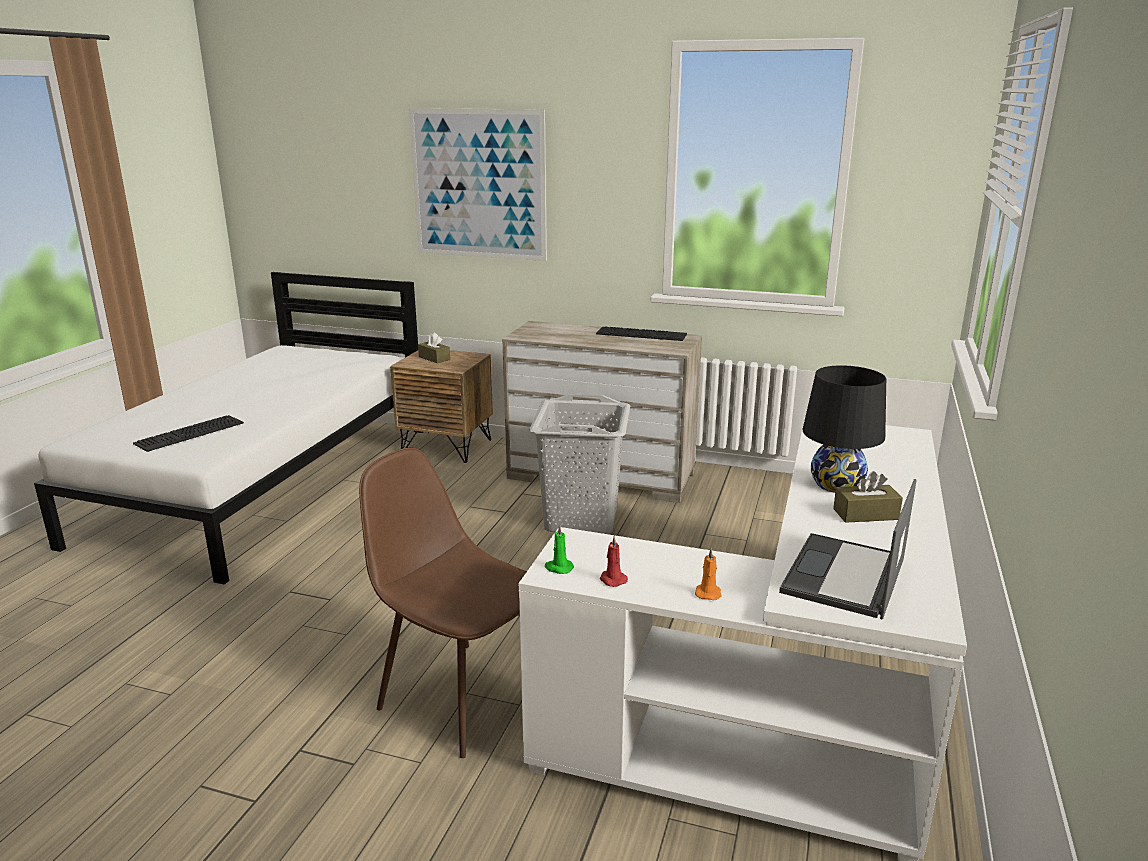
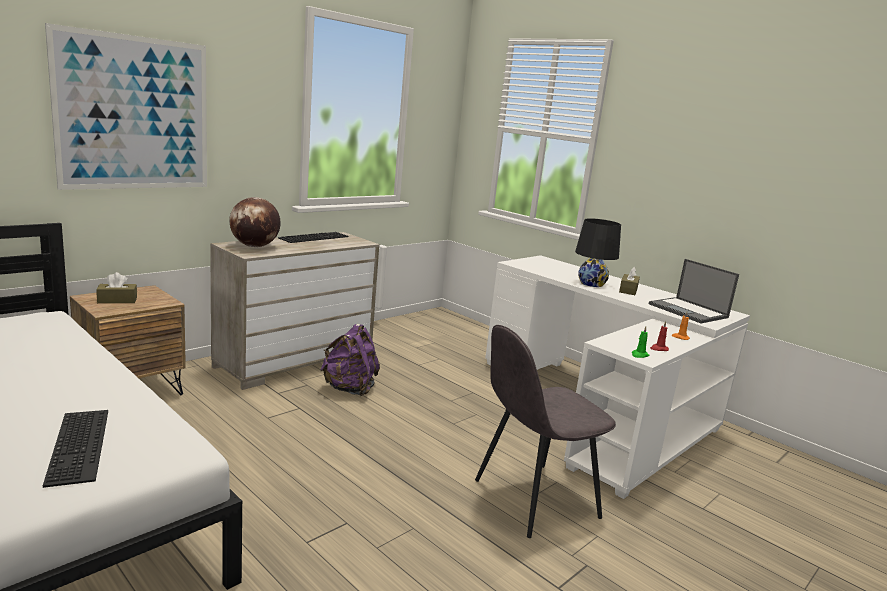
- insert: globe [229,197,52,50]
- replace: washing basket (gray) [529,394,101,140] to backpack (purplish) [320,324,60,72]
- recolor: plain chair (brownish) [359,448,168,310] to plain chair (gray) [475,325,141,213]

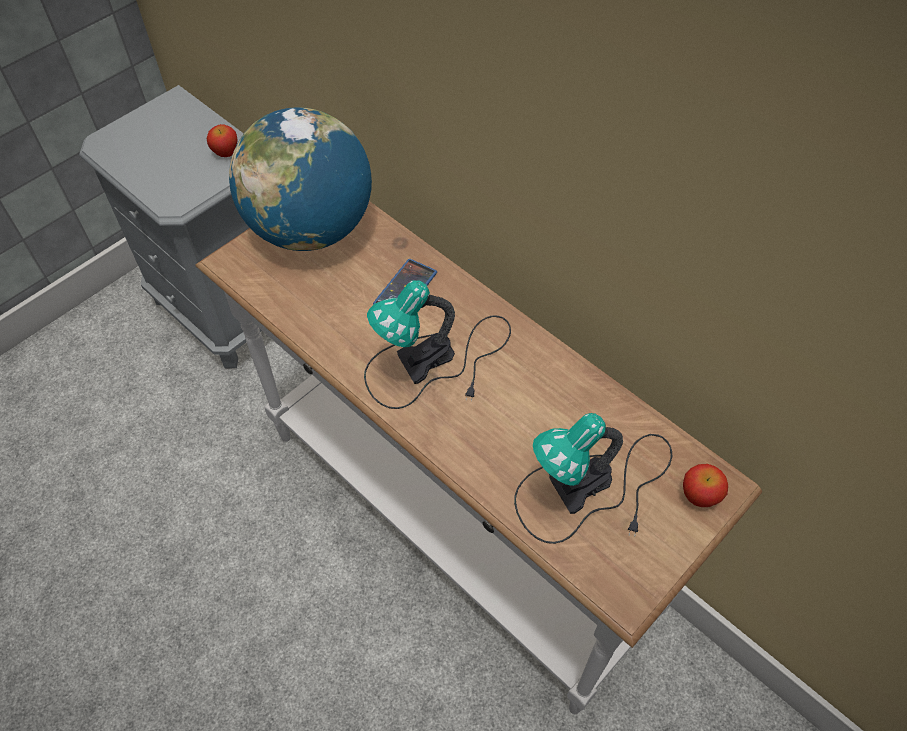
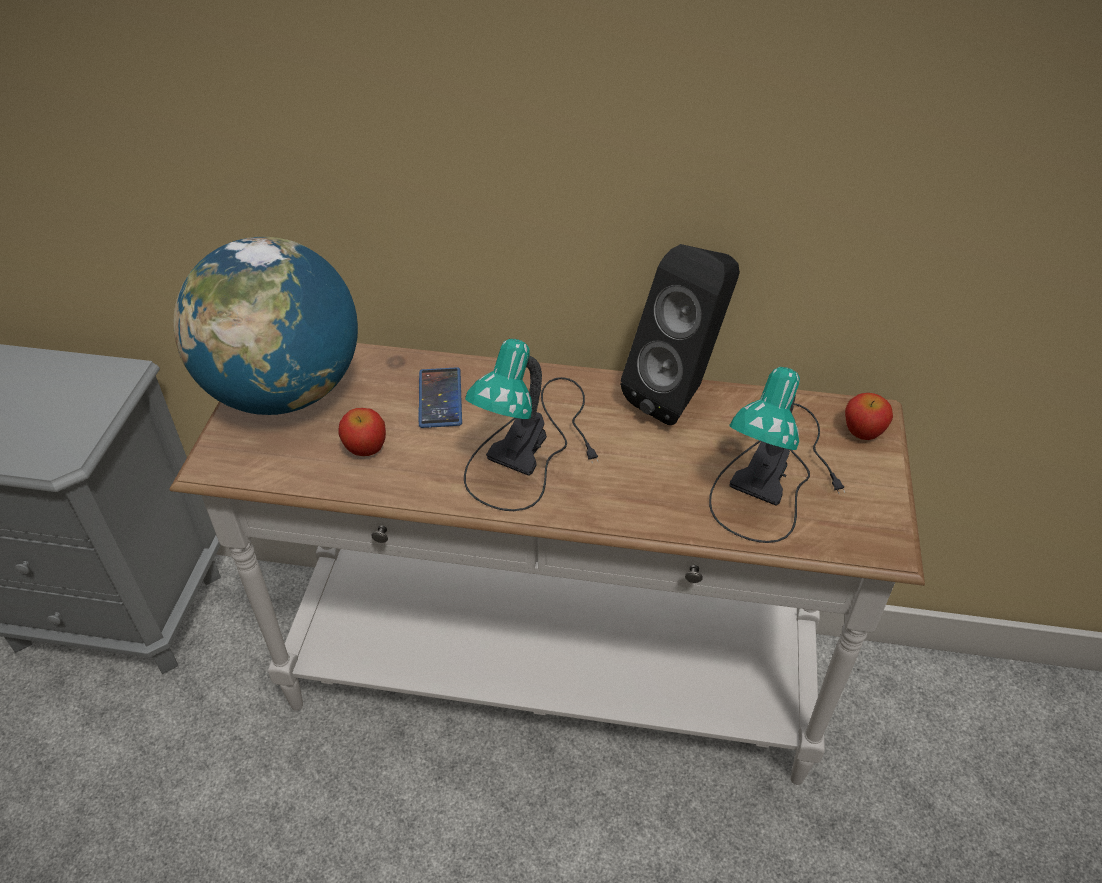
- insert: loudspeaker (blackish) [620,244,120,181]
- move: apple fruit [207,124,31,33] to [338,408,48,48]

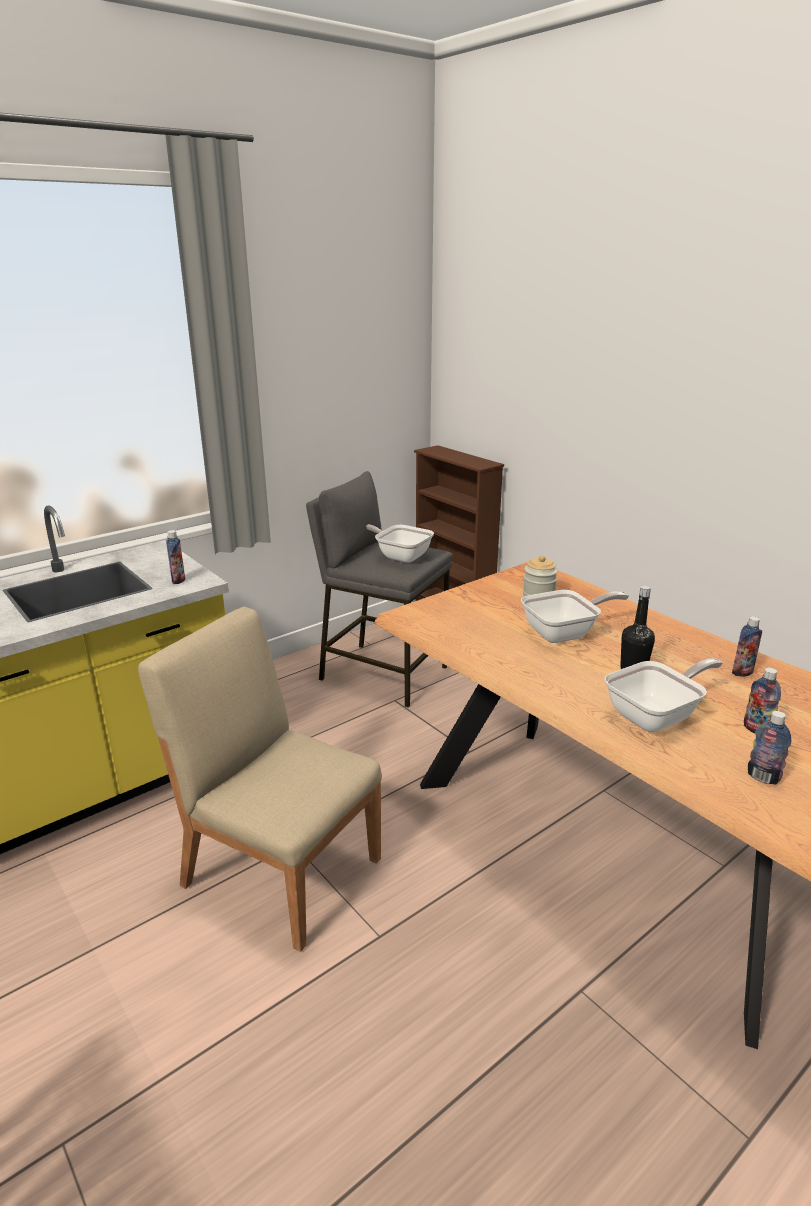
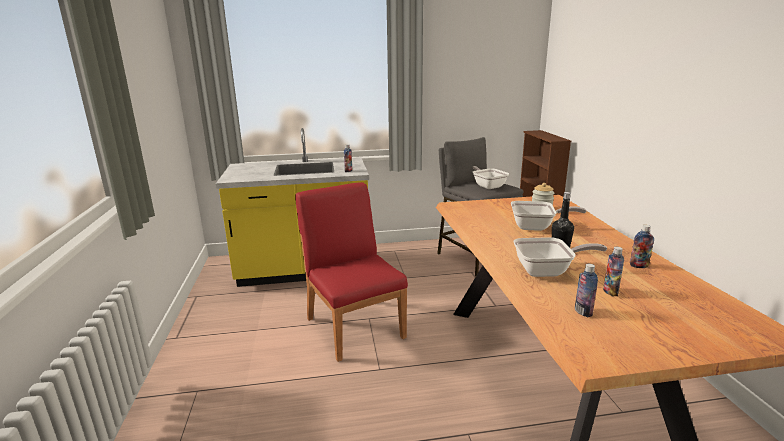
- recolor: plain chair (beige) [138,607,244,345] to plain chair (reddish) [295,182,113,180]

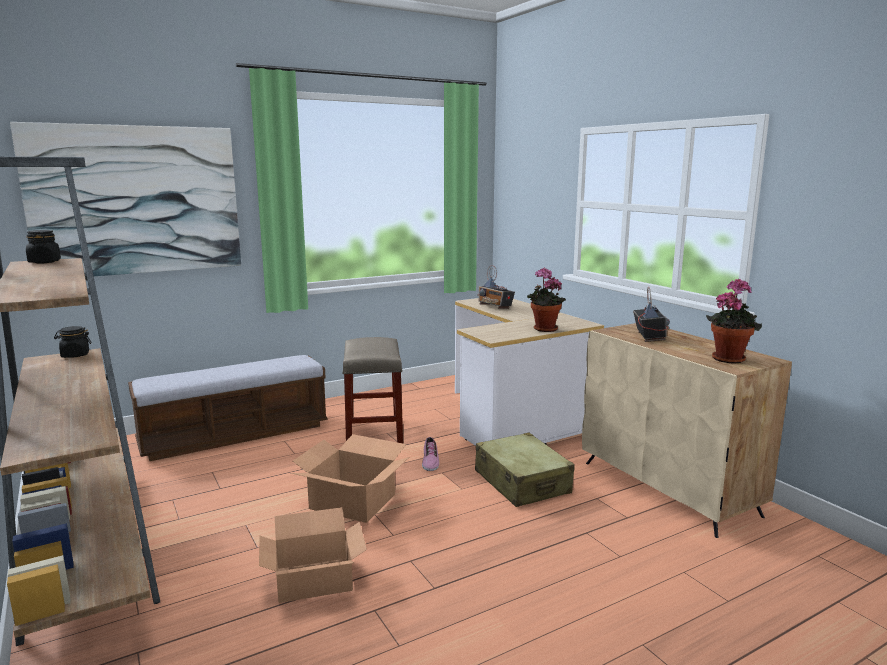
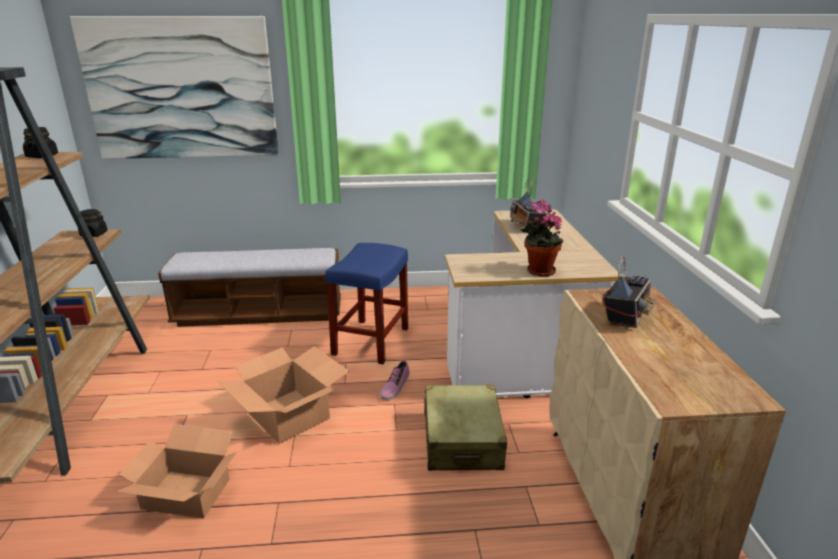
- delete: plant in a pot [706,278,56,86]
- recolor: sitting stool (beige) [342,337,61,106] to sitting stool (bluish) [325,243,83,121]

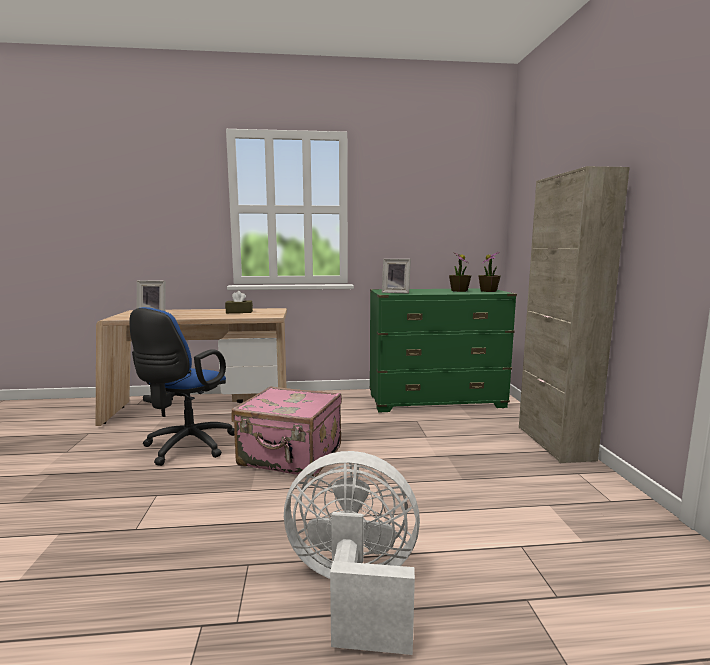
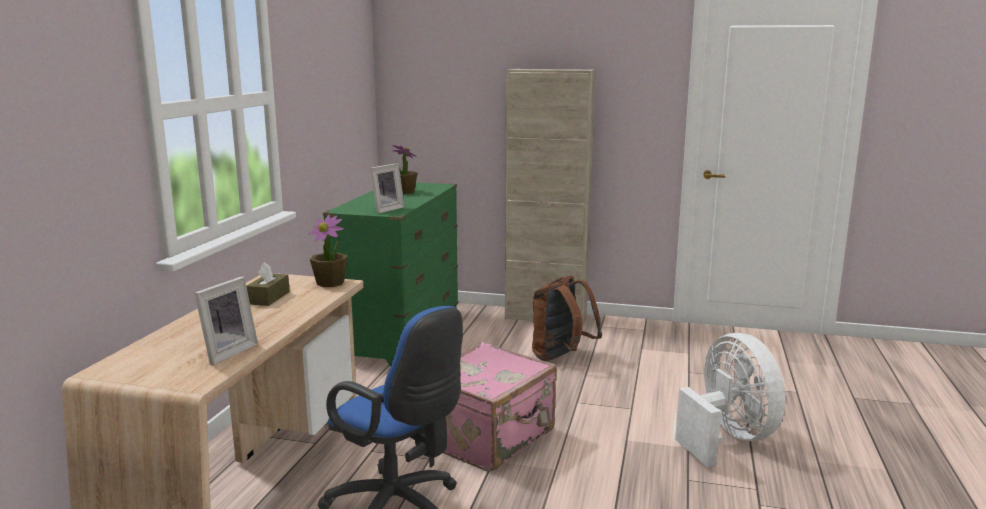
- insert: backpack (brownish) [532,276,70,85]
- move: plant in a pot [478,252,23,40] to [309,215,39,72]
- rotate: cooling fan (whitish) [284,451,136,204] = [675,333,110,134] 135 degrees clockwise

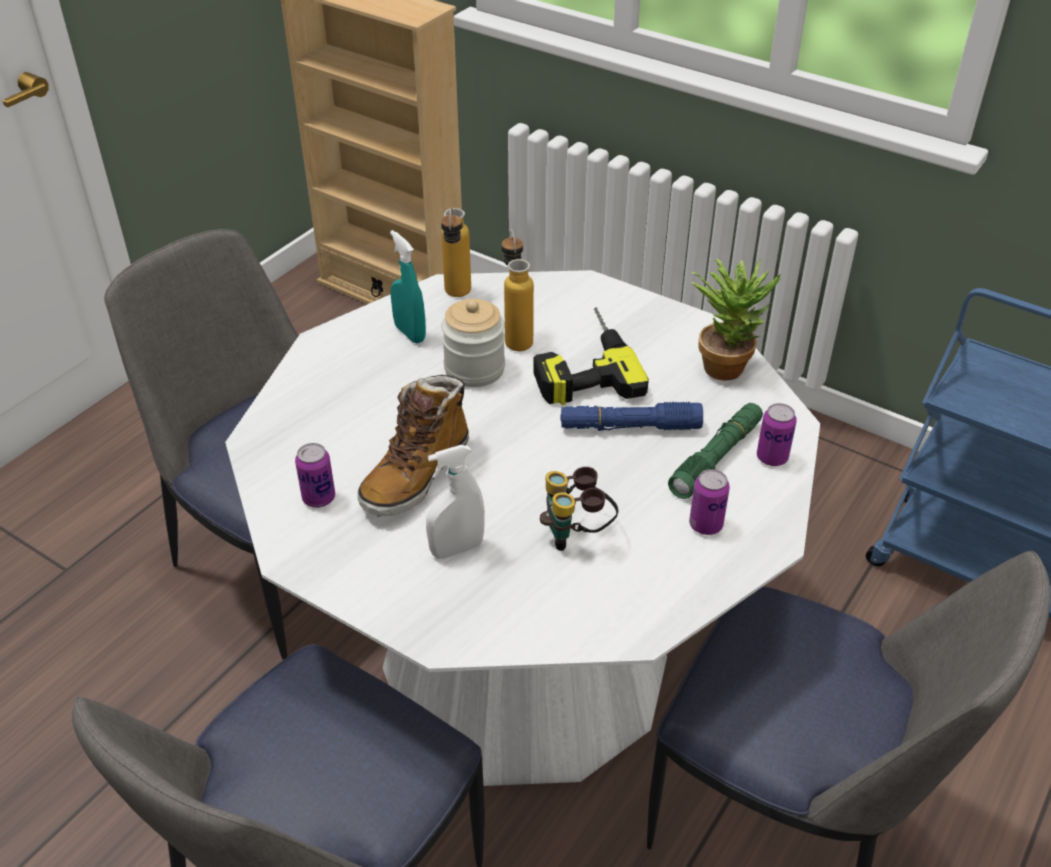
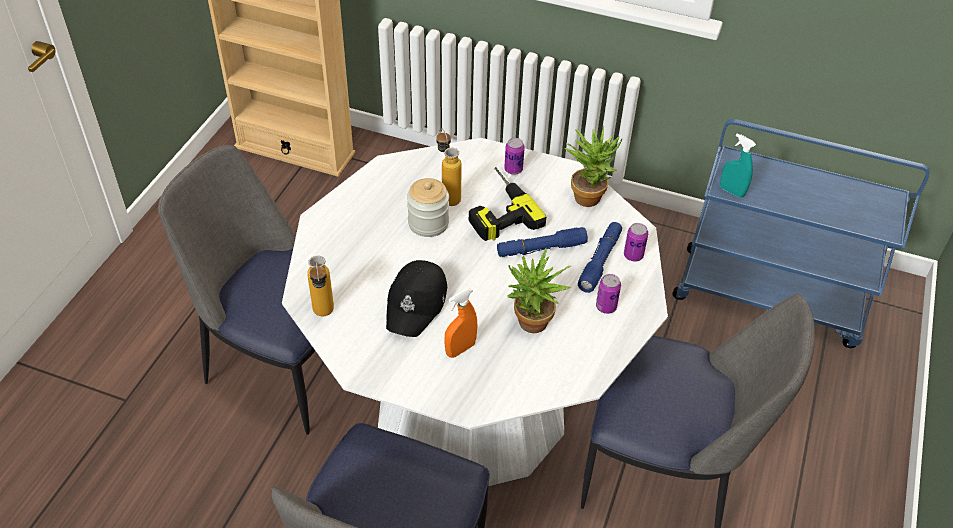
- move: sealed can [295,443,40,65] to [504,138,21,37]
- move: hand sprayer (turquoise-coloured) [390,230,36,113] to [720,134,36,63]
- move: bottle [441,207,30,90] to [307,256,27,60]
- replace: high-top boot [357,375,112,142] to baseball cap (blackish) [386,260,61,77]
- replace: field glasses [540,467,79,84] to plant in a pot [507,248,64,85]
- recolor: hand sprayer (whitish) [426,445,59,114] to hand sprayer (orange-coloured) [444,288,34,70]
- recolor: flashlight (greenish) [668,403,95,96] to flashlight (bluish) [578,222,44,71]

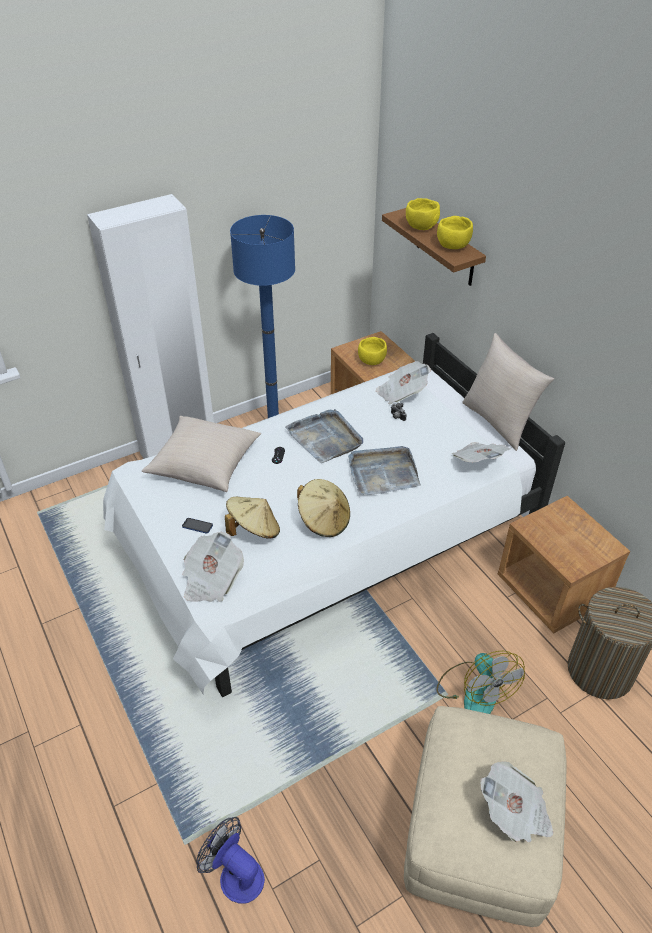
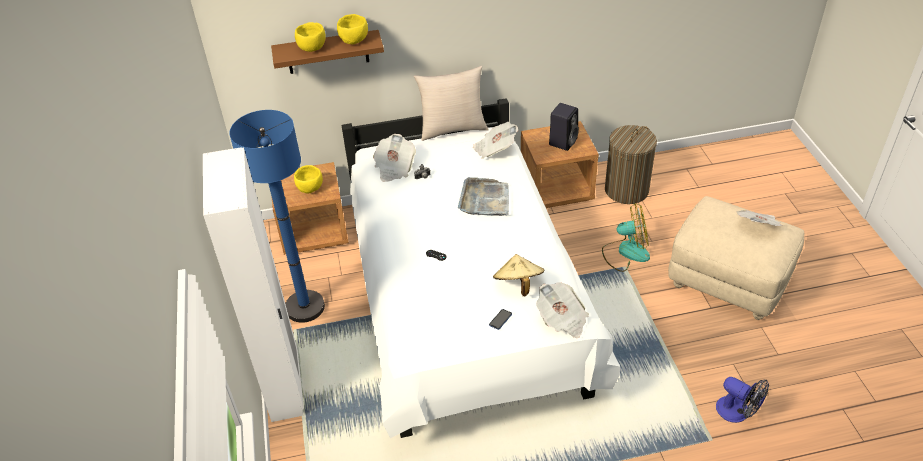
- delete: pillow (beige) [142,416,119,76]
- delete: tray (gray) [285,409,78,54]
- delete: hat (beige) [297,479,53,58]
- insert: loudspeaker (blackish) [549,103,30,48]
- rotate: cooling fan [196,817,69,87] = [716,377,53,46] 105 degrees counterclockwise

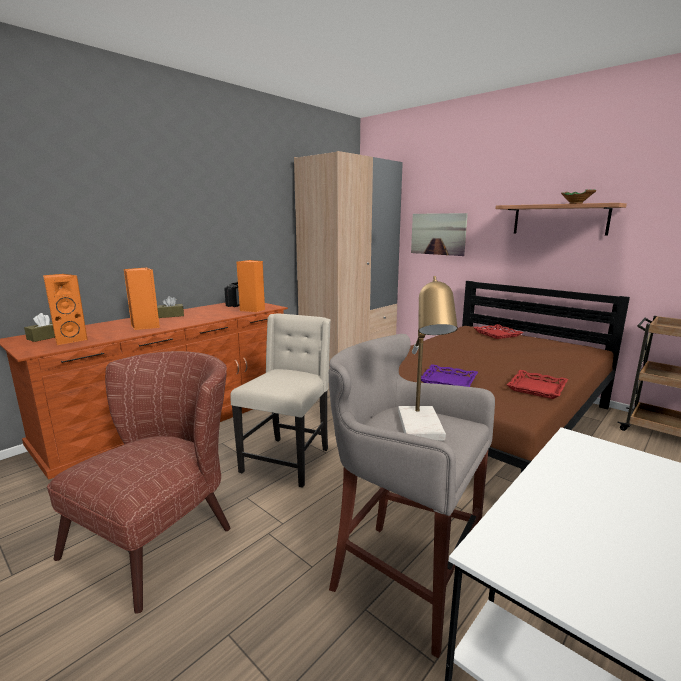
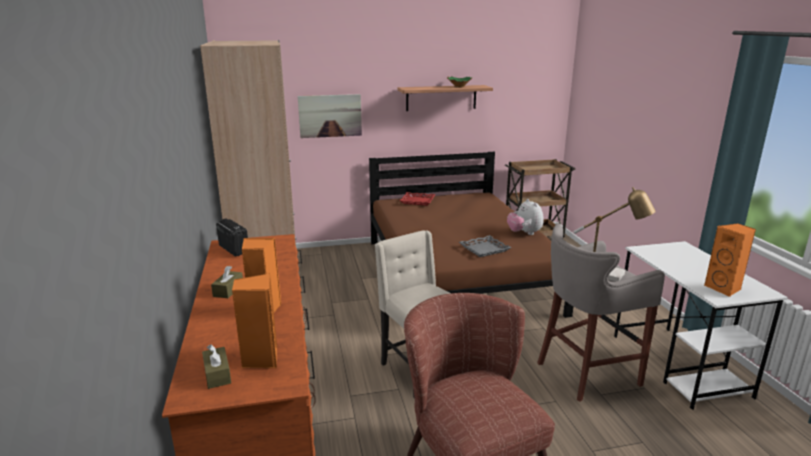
- move: loudspeaker (orange-coloured) [236,260,29,52] to [704,223,52,74]
- replace: tray (reddish) [506,370,62,29] to cuddly toy [507,199,37,36]
- recolor: tray (purplish) [421,364,57,23] to tray (gray) [459,235,53,22]

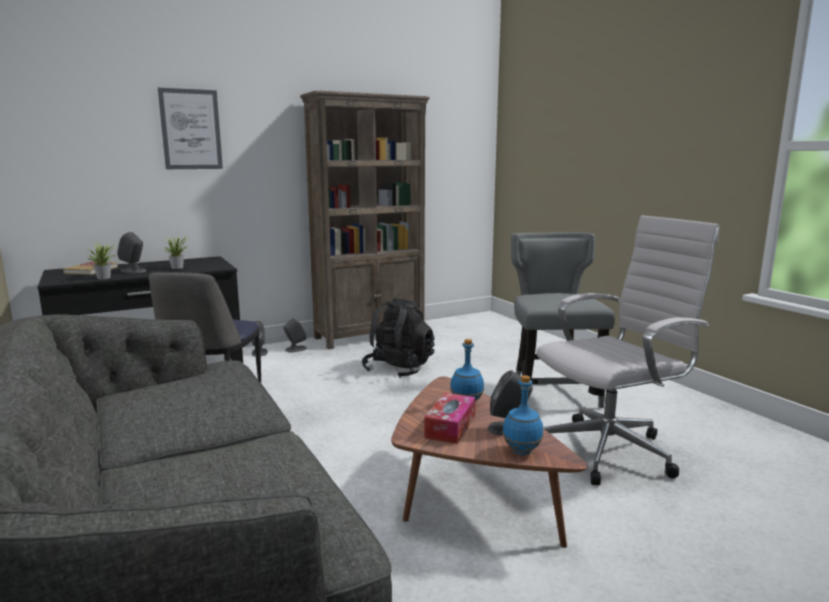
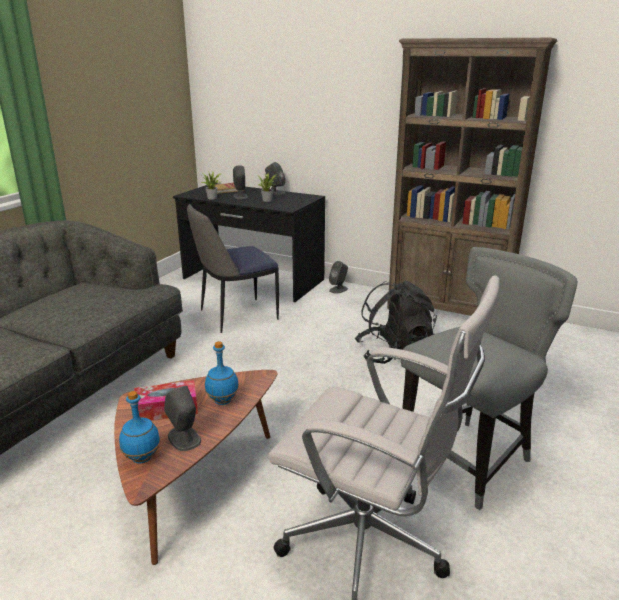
- delete: wall picture [158,88,65,81]
- move: loudspeaker (gray) [283,318,24,35] to [265,162,21,33]

